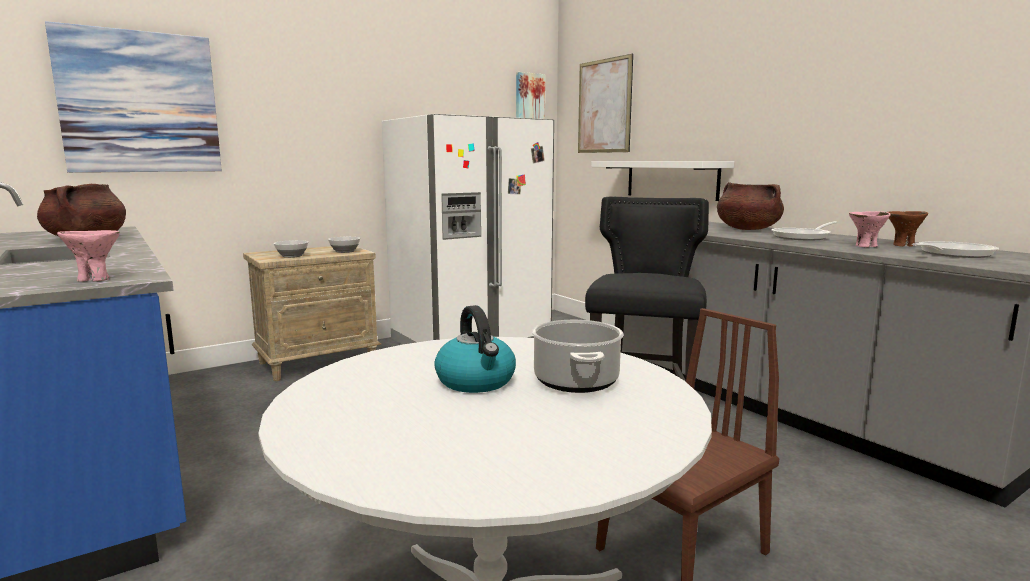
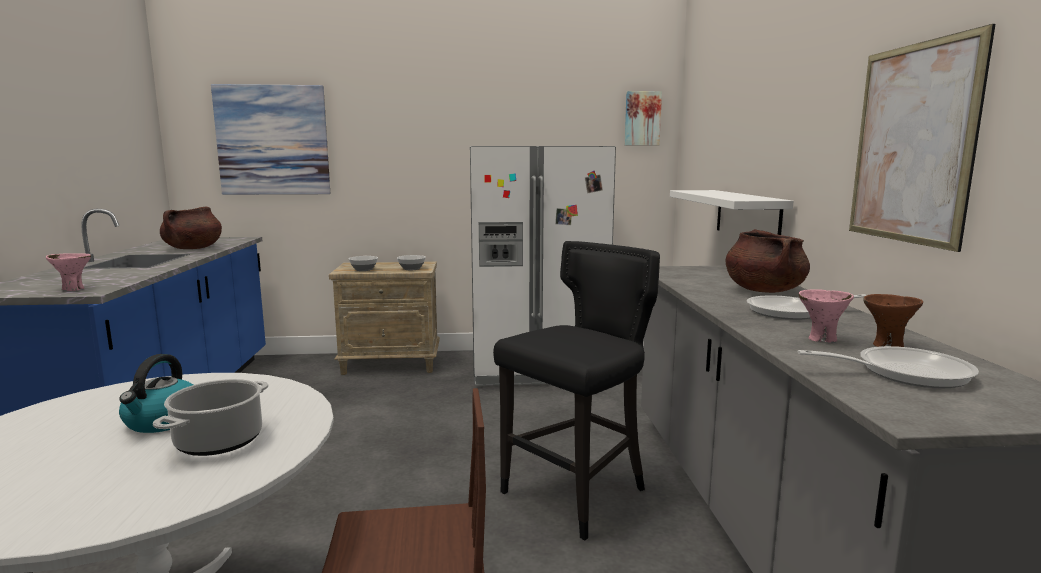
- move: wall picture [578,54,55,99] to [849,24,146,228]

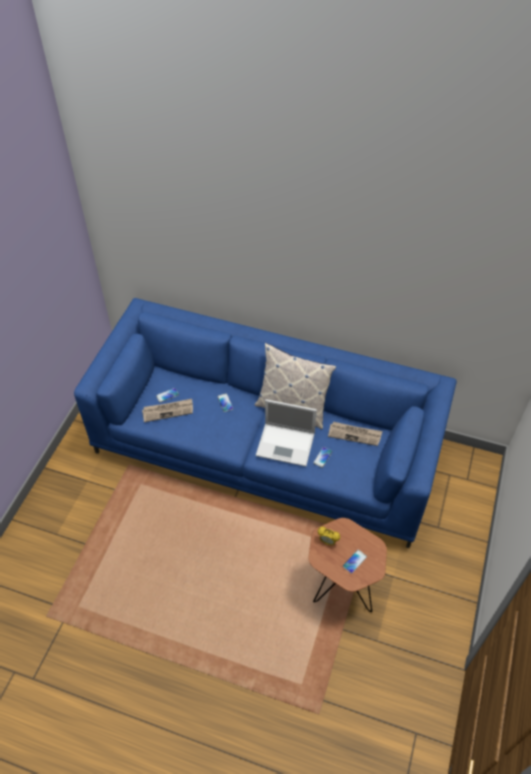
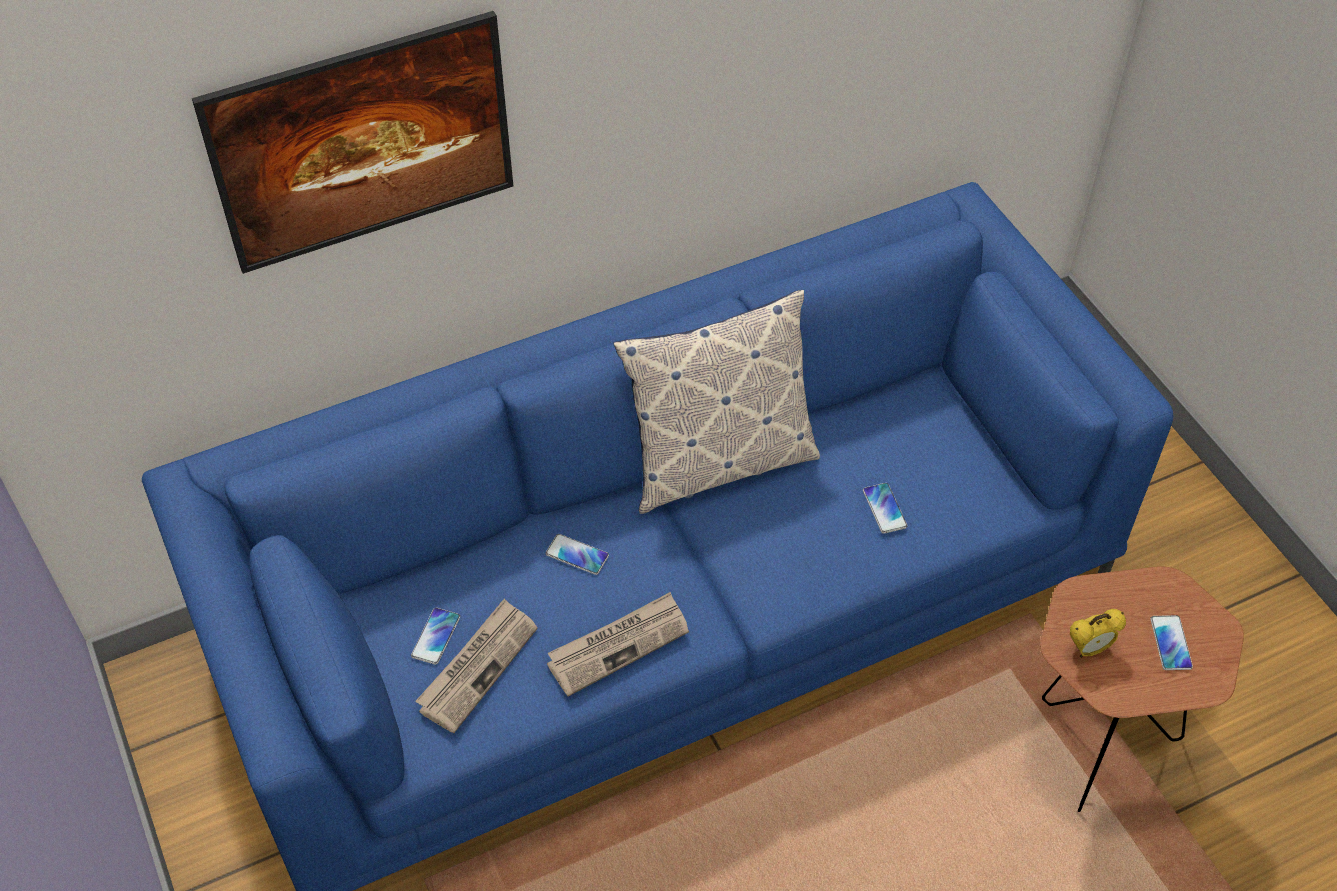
- delete: laptop [256,399,61,68]
- insert: wall picture [192,11,321,263]
- move: printed paper [328,422,54,24] to [547,592,142,104]

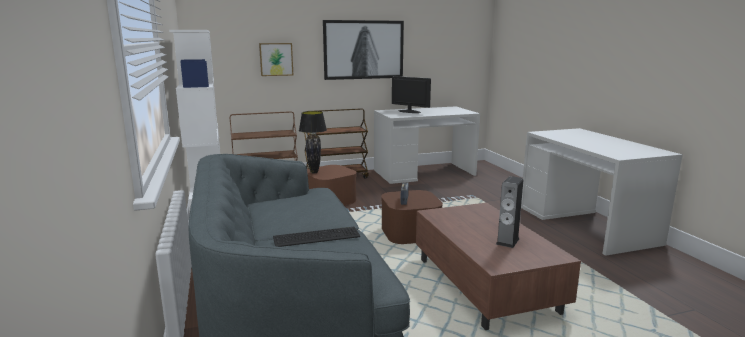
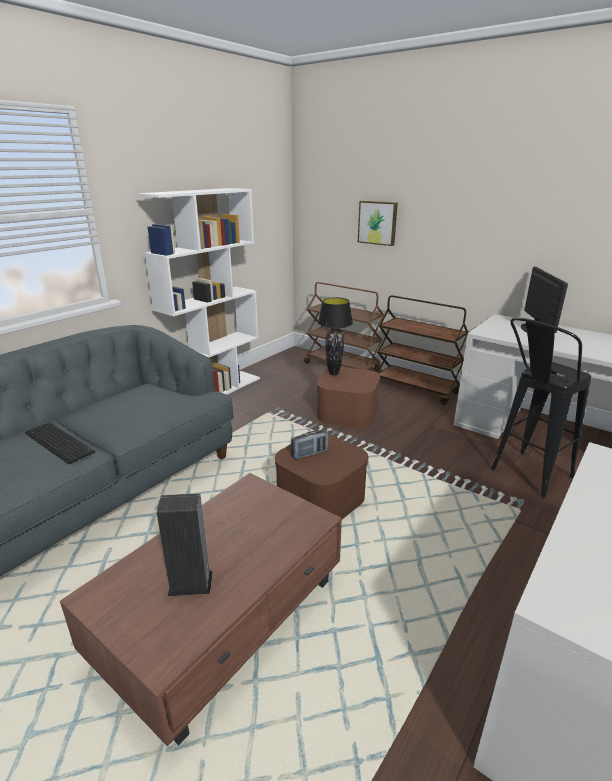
- delete: wall picture [323,20,81,60]
- insert: sitting stool (blackish) [491,317,100,181]

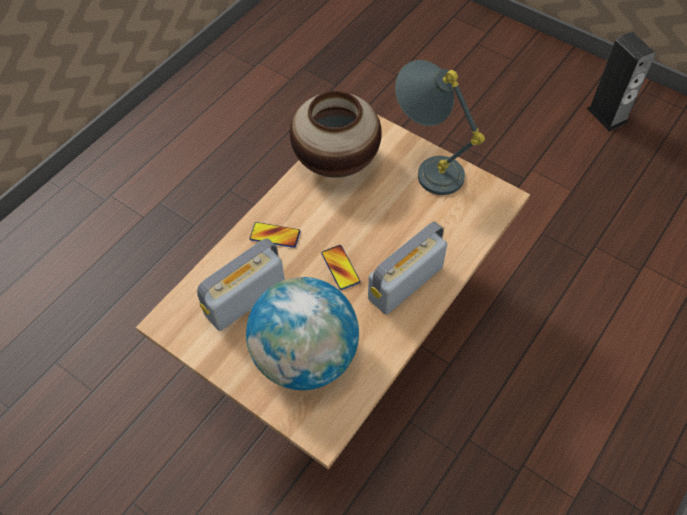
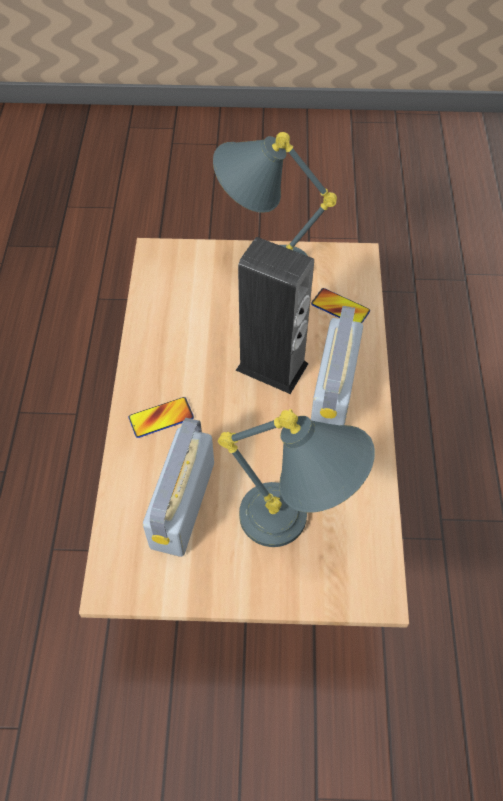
- delete: flower vase [290,91,92,87]
- move: phone [321,245,39,45] to [311,288,59,35]
- move: loudspeaker [587,32,69,100] to [236,237,78,157]
- replace: globe [246,277,113,113] to table lamp (gray) [218,409,157,138]

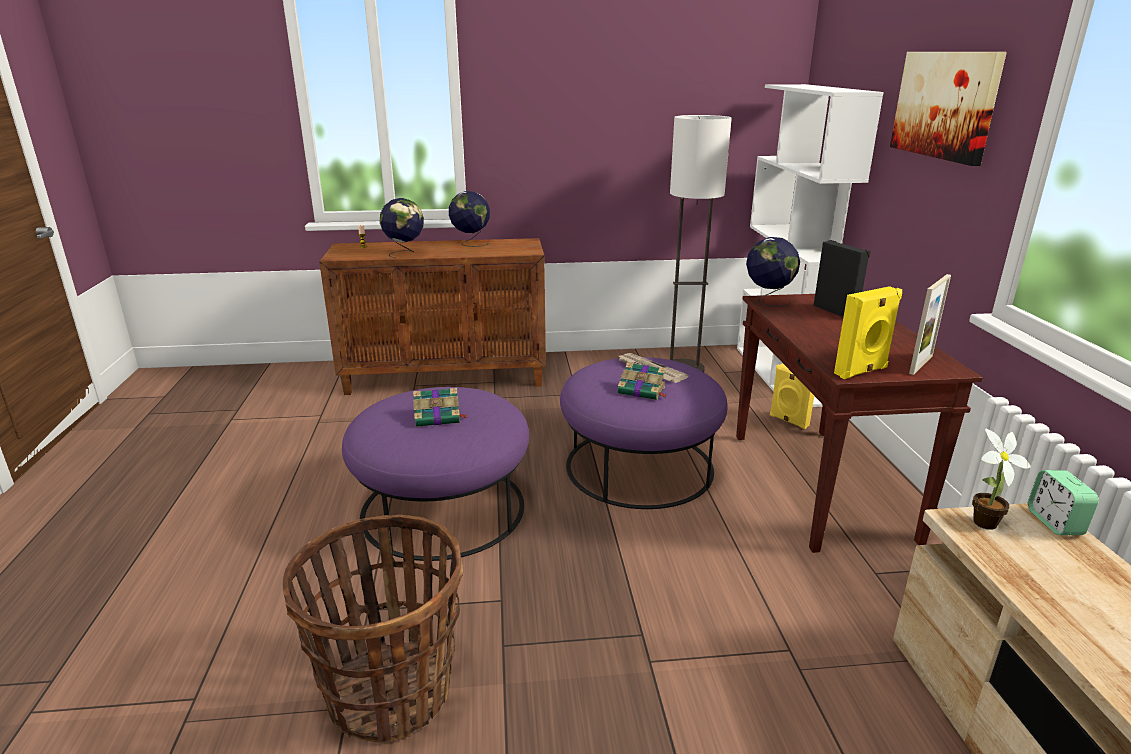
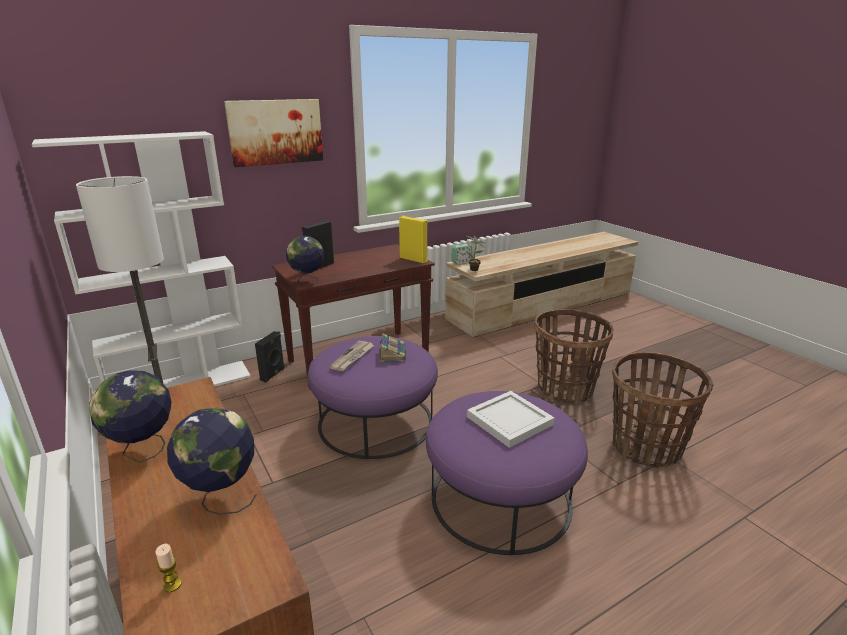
- delete: photo frame [909,274,42,101]
- insert: storage basket [535,309,79,95]
- replace: book [413,388,55,39] to tray (whitish) [467,391,88,57]
- recolor: loudspeaker (yellow-coloured) [770,364,44,65] to loudspeaker (blackish) [255,331,30,52]

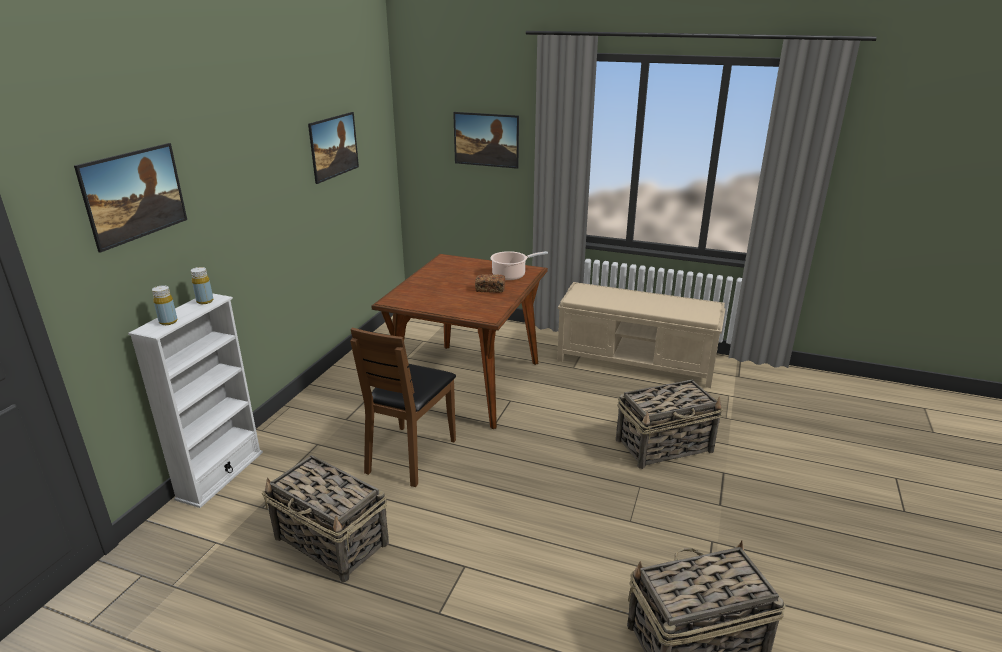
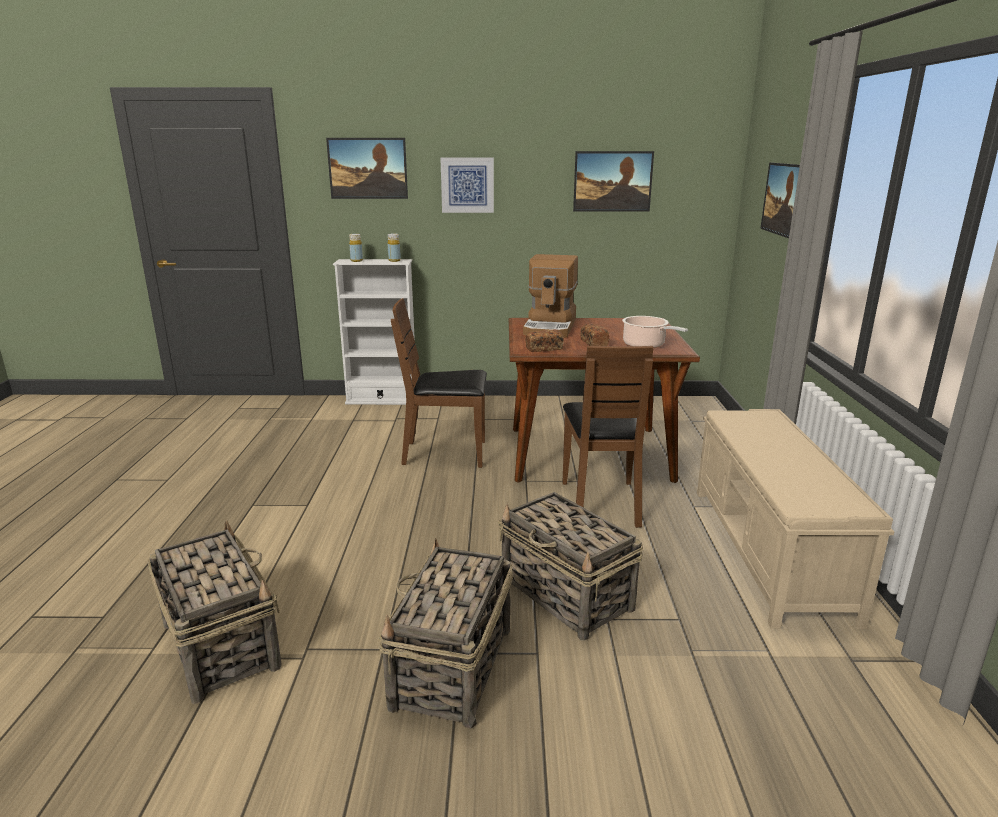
- insert: wall picture [440,158,54,55]
- insert: coffee machine [523,254,55,84]
- insert: bakery bread [526,329,38,23]
- insert: plain chair (brownish) [562,346,92,182]
- move: storage basket [262,455,127,127] to [379,539,134,190]

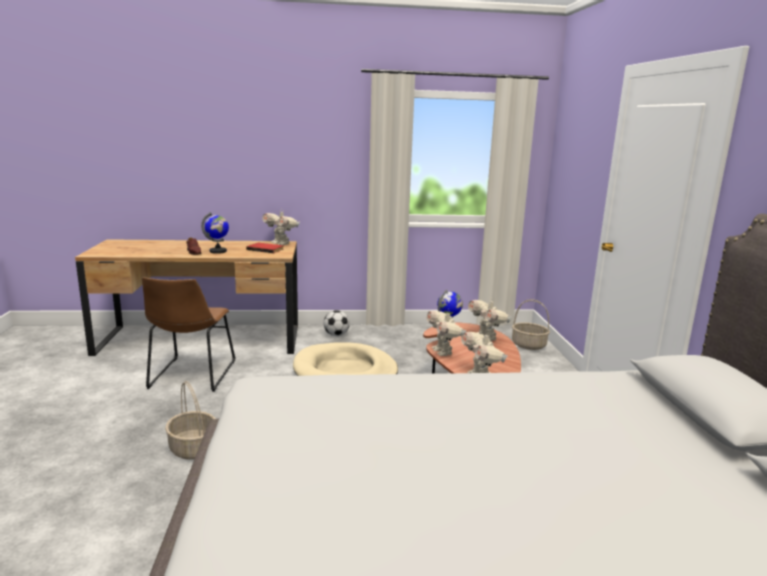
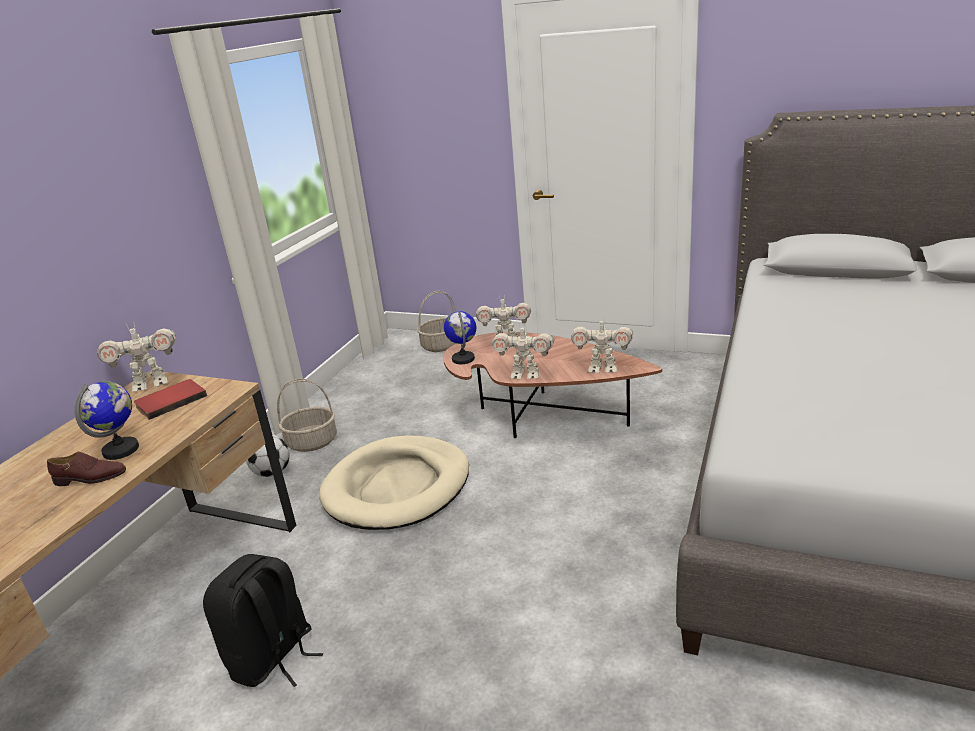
- move: storage basket [165,381,51,79] to [277,379,60,73]
- replace: plain chair (brownish) [142,277,93,115] to backpack (blackish) [203,554,120,133]

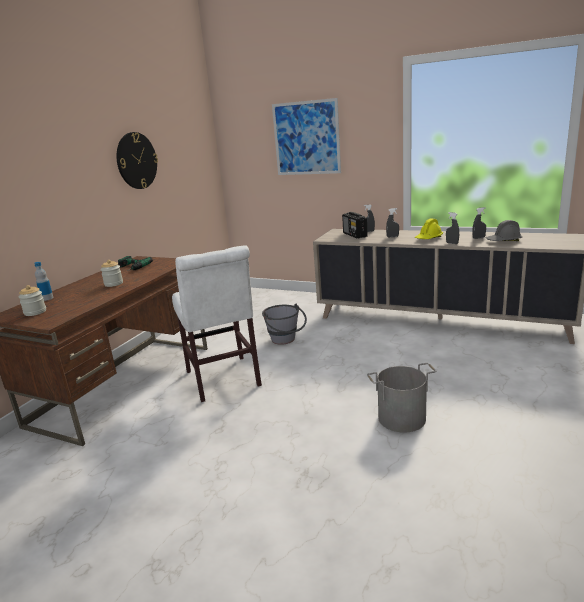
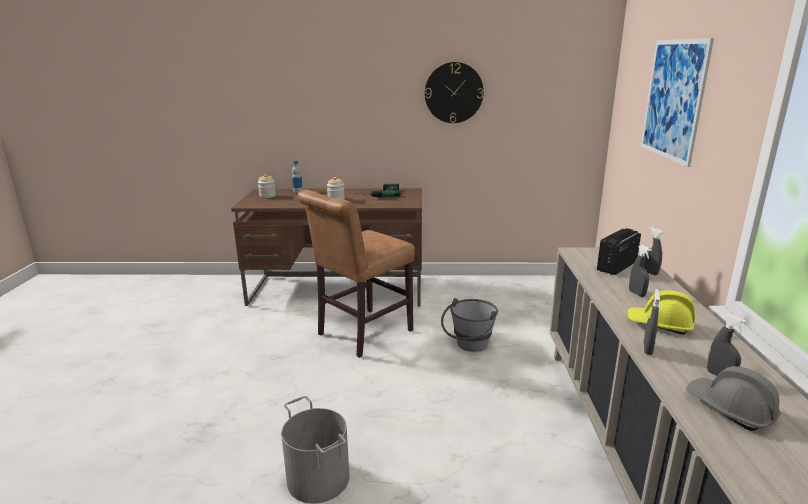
- recolor: plain chair (whitish) [172,245,90,157] to plain chair (brownish) [297,190,118,168]

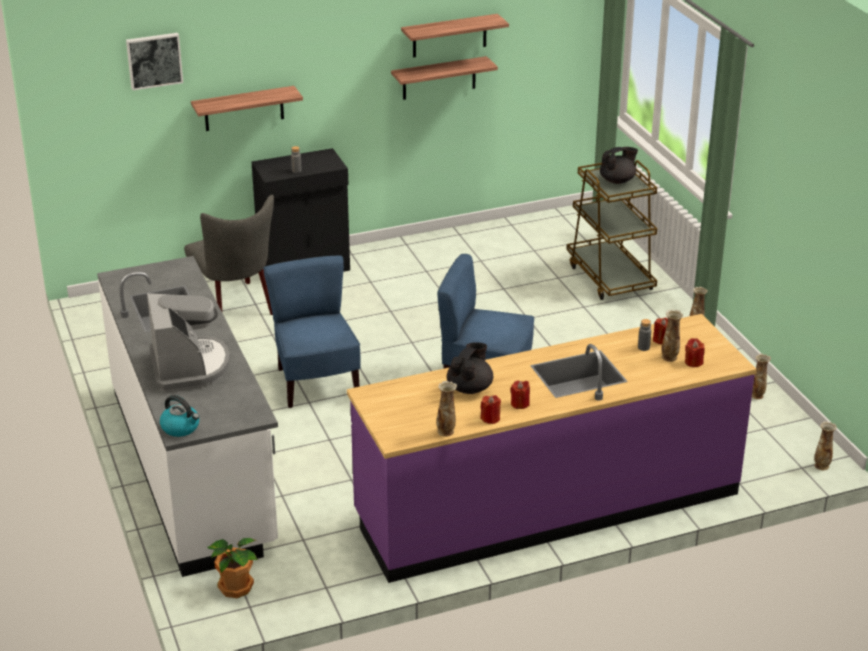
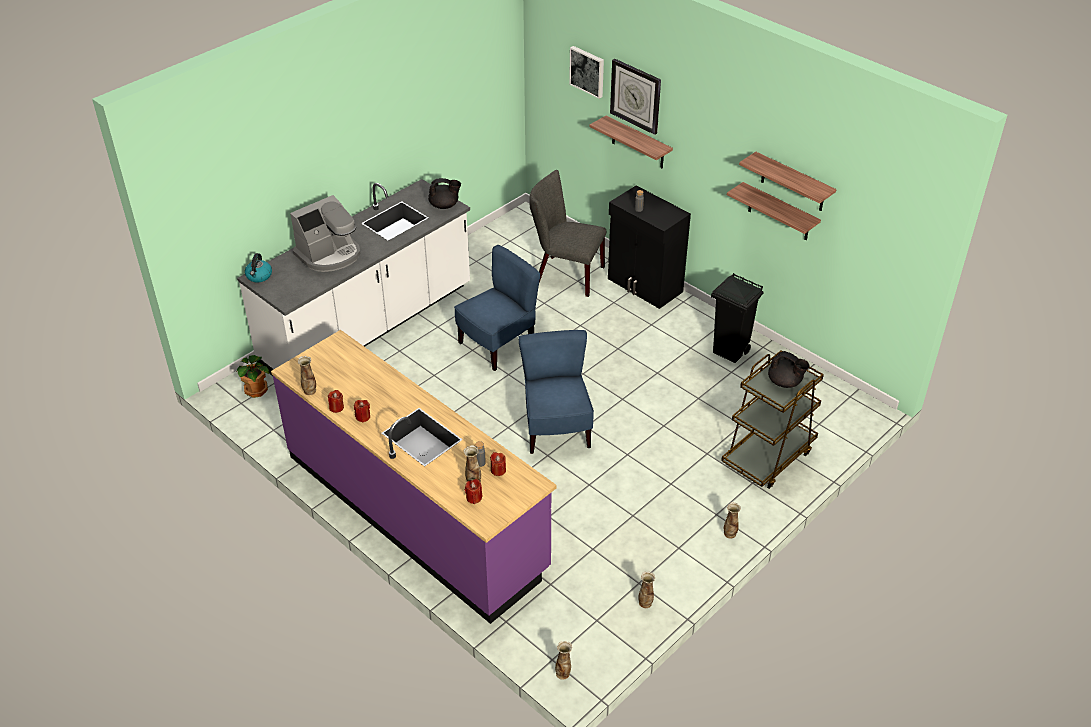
- insert: clock on the wall [610,59,51,76]
- insert: rubbish bin (blackish) [711,273,52,90]
- move: pot for tea (blackish) [447,342,46,52] to [428,178,33,31]
- rotate: plain chair (gray) [184,195,90,120] = [529,170,77,127] 75 degrees clockwise

